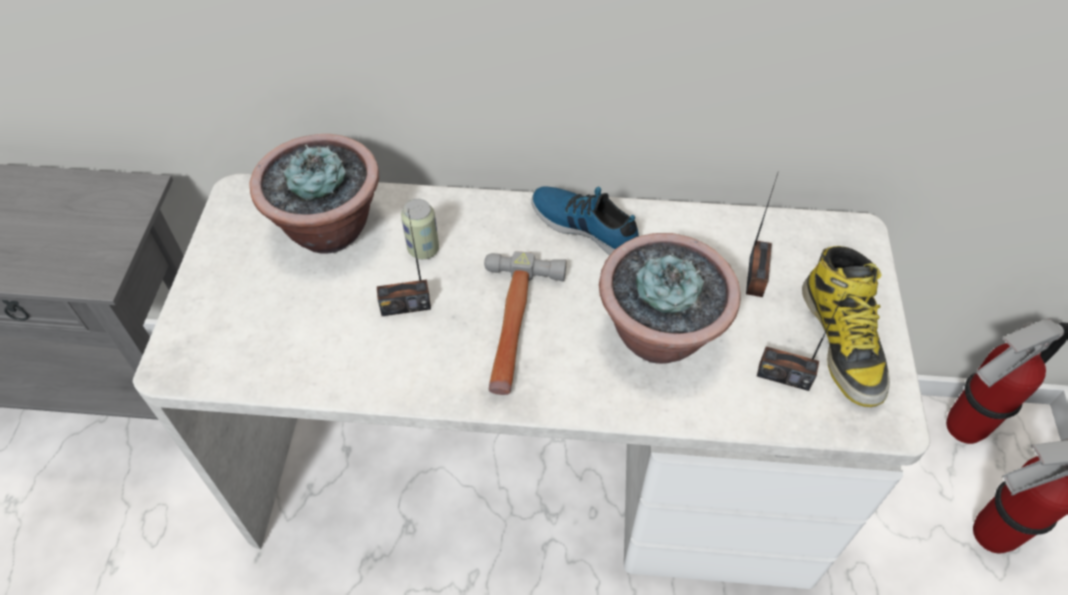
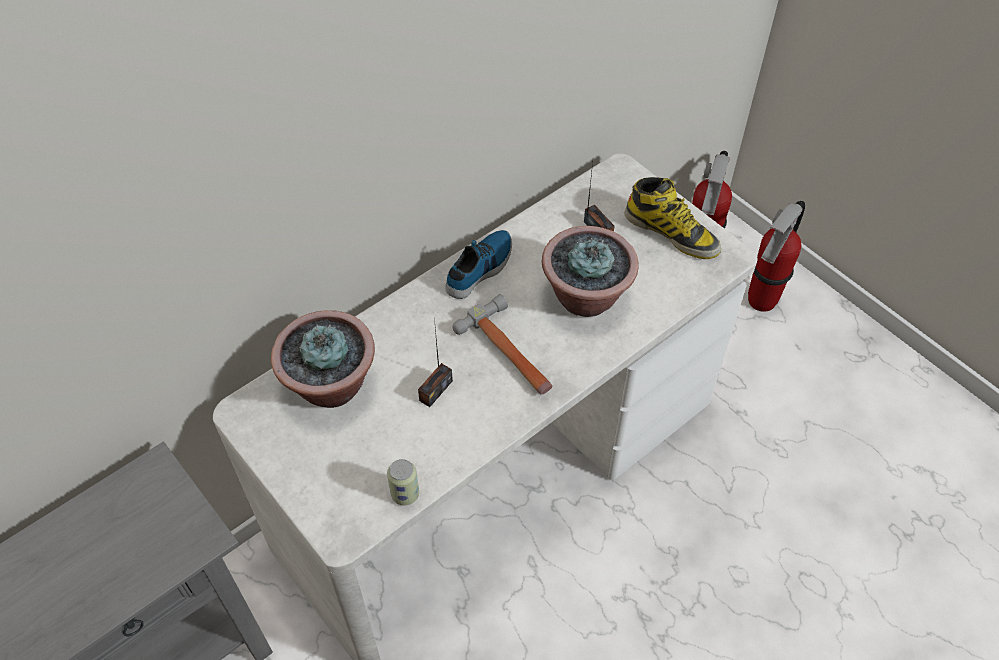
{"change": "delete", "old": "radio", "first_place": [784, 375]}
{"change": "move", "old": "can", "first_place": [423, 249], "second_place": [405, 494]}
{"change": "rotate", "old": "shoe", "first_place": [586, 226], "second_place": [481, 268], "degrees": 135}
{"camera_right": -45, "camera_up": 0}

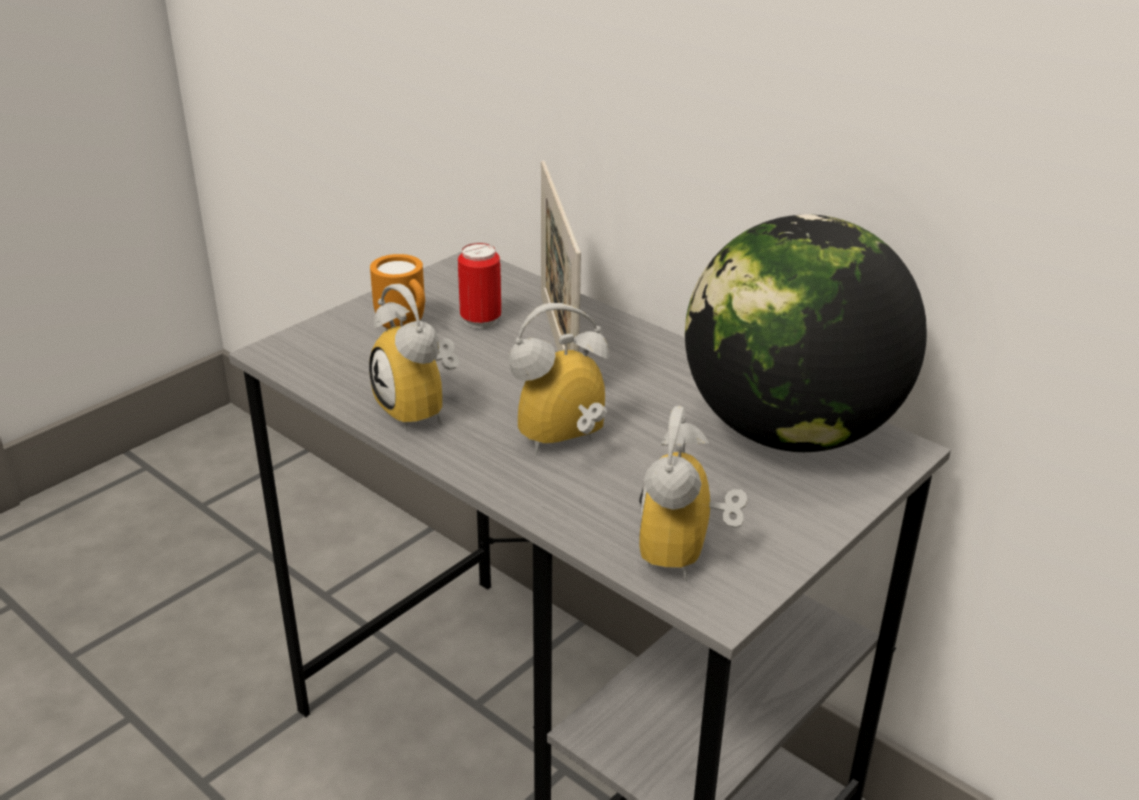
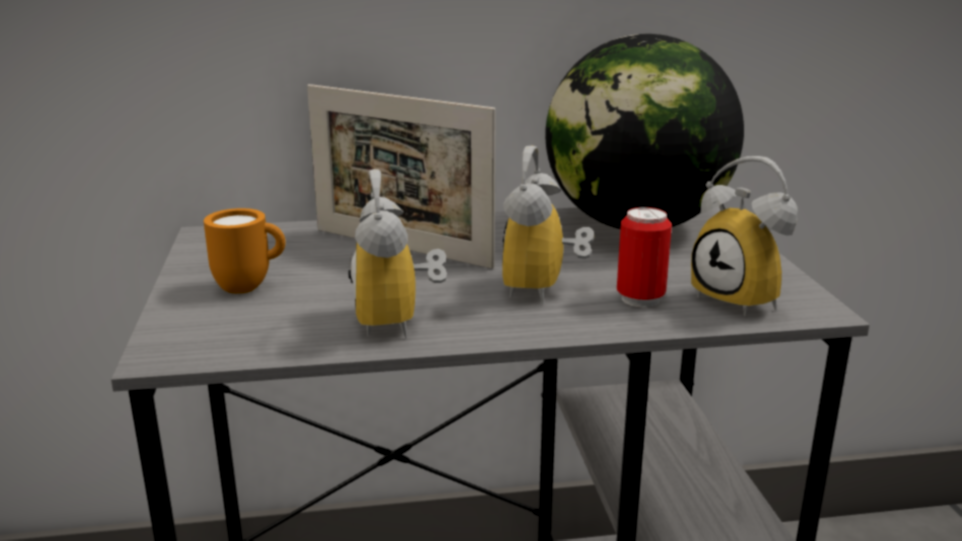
{"change": "move", "old": "can", "first_place": [481, 320], "second_place": [640, 299]}
{"change": "rotate", "old": "alarm clock", "first_place": [423, 410], "second_place": [400, 322], "degrees": 75}
{"camera_right": -50, "camera_up": -10}

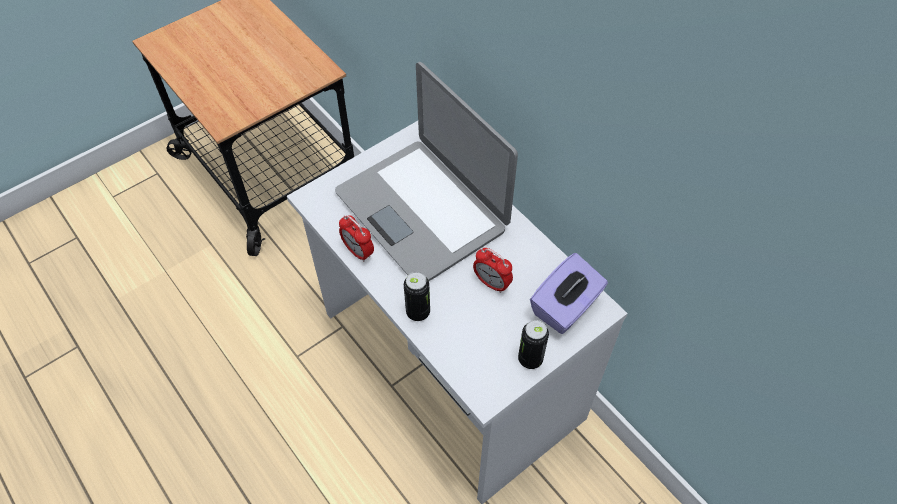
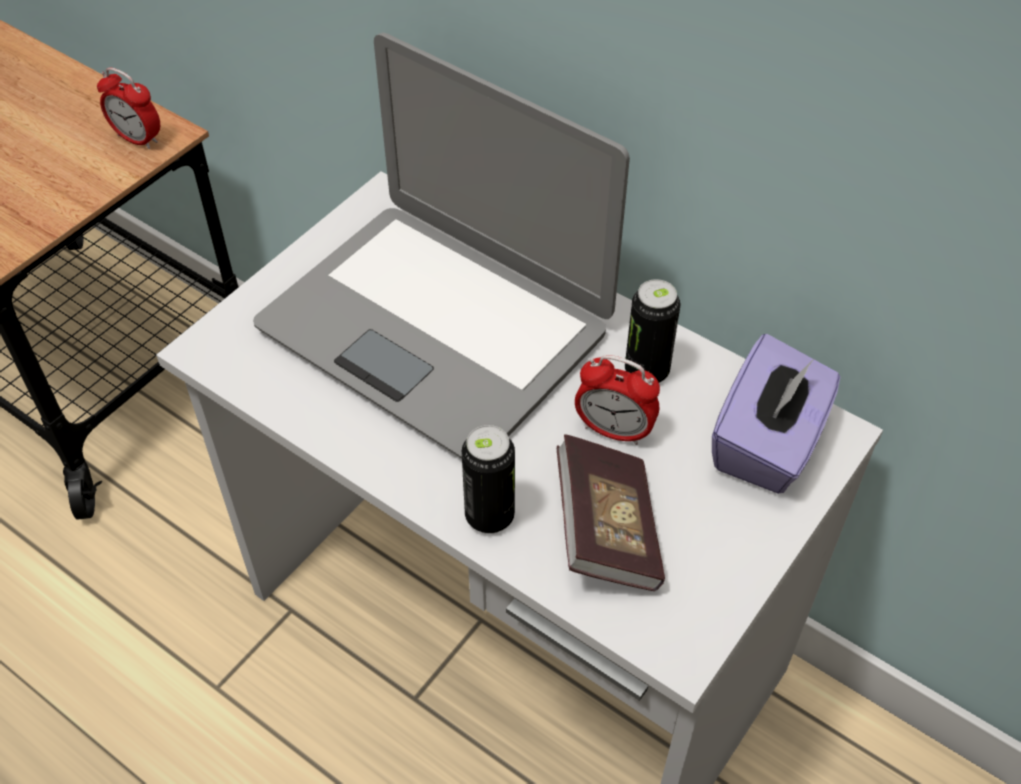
{"change": "insert", "new": "book", "second_place": [606, 531]}
{"change": "move", "old": "alarm clock", "first_place": [358, 252], "second_place": [138, 139]}
{"change": "move", "old": "can", "first_place": [530, 359], "second_place": [646, 371]}
{"camera_right": -15, "camera_up": -5}

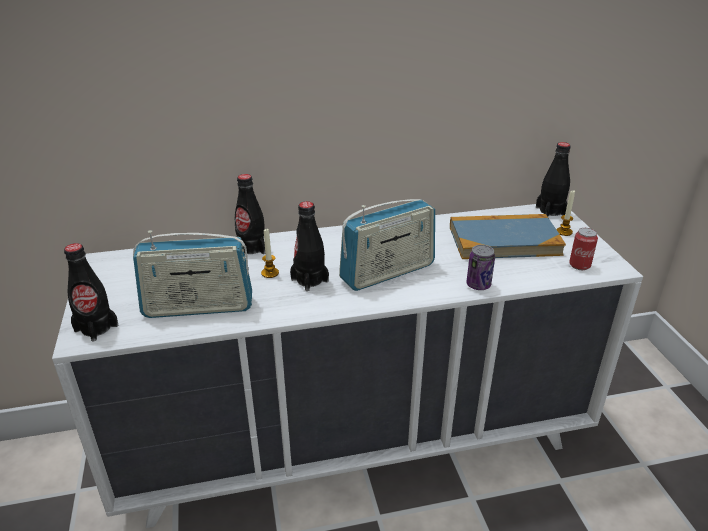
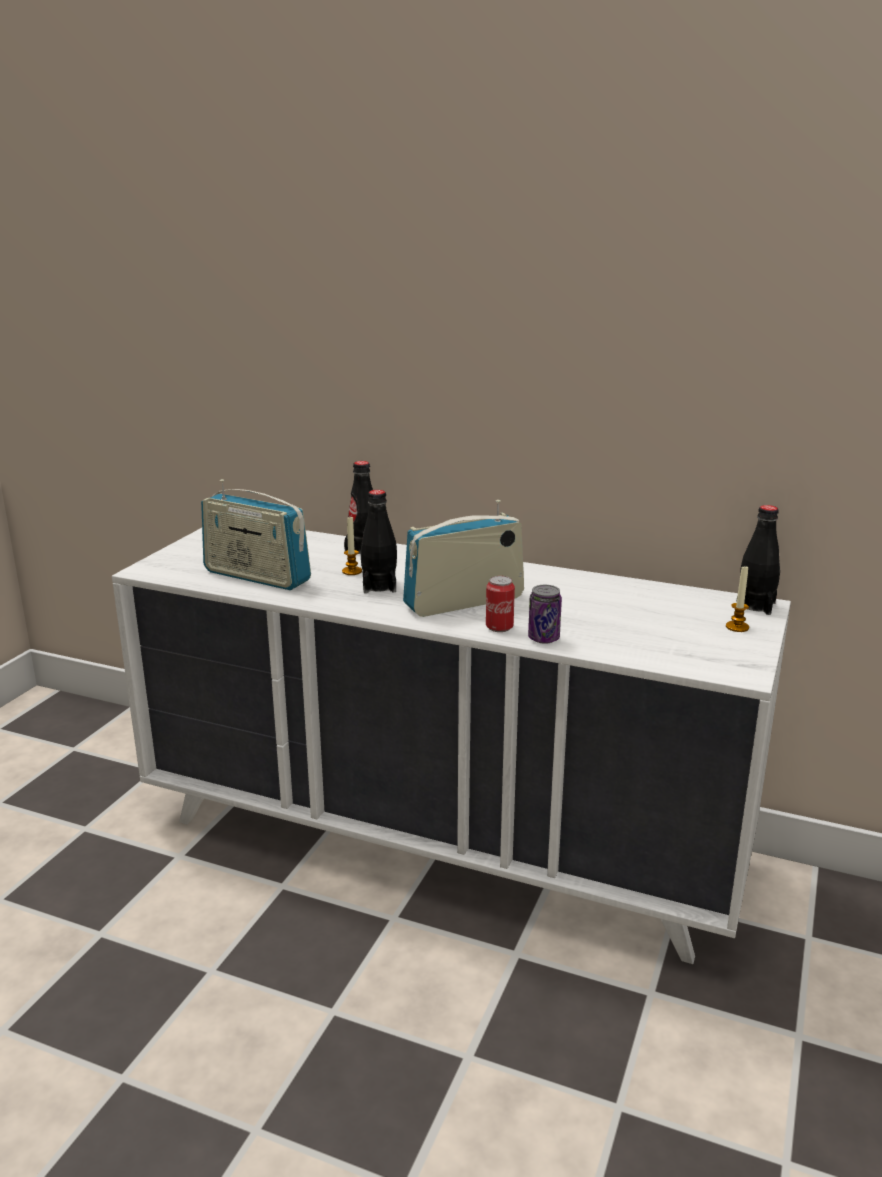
{"change": "delete", "old": "black bottle", "first_place": [96, 328]}
{"change": "delete", "old": "book", "first_place": [504, 241]}
{"change": "move", "old": "can", "first_place": [579, 265], "second_place": [499, 627]}
{"change": "rotate", "old": "radio", "first_place": [388, 272], "second_place": [464, 602], "degrees": 150}
{"camera_right": 35, "camera_up": -10}

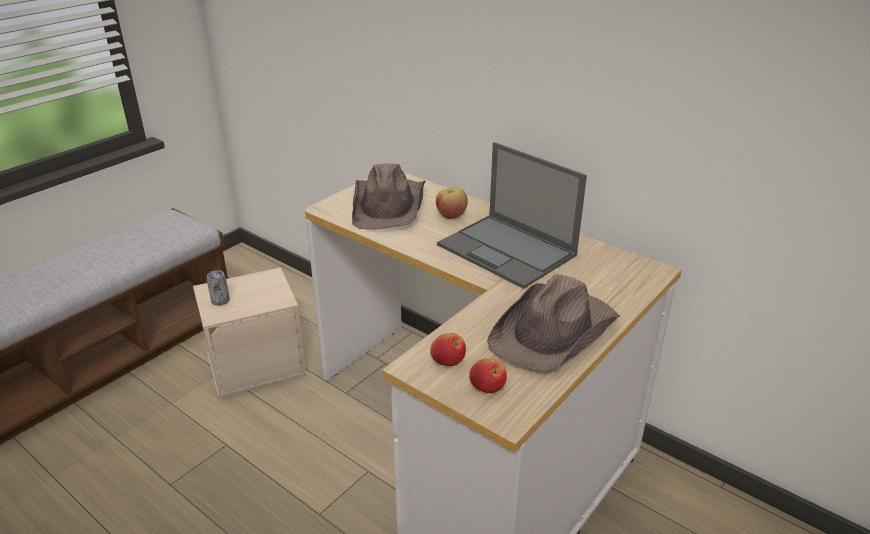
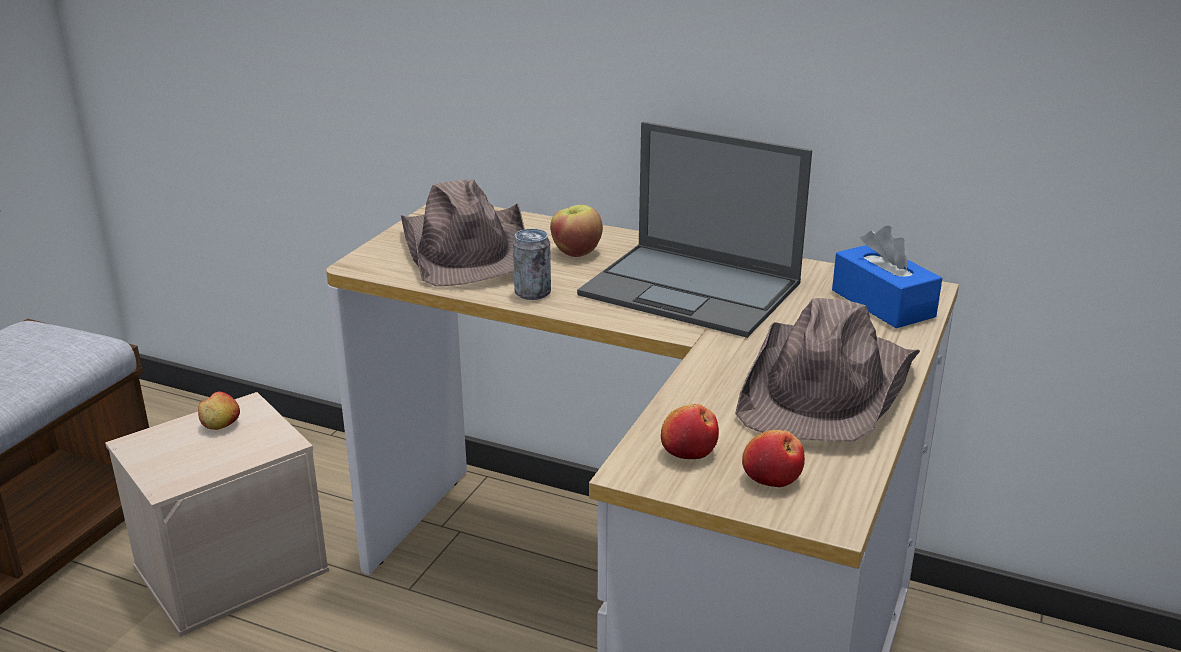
{"change": "insert", "new": "apple", "second_place": [221, 425]}
{"change": "insert", "new": "blue tissue box", "second_place": [882, 303]}
{"change": "move", "old": "can", "first_place": [220, 301], "second_place": [532, 293]}
{"camera_right": -15, "camera_up": -5}

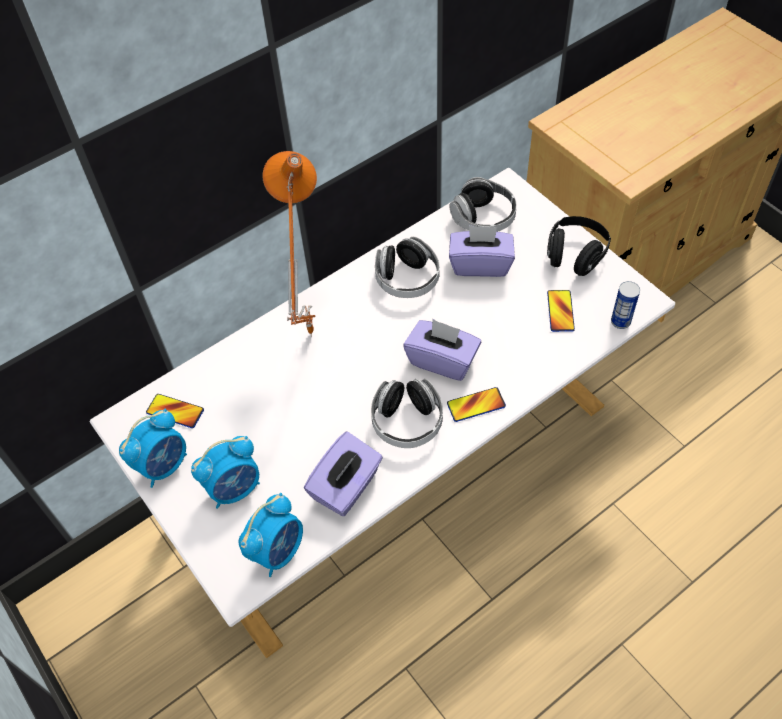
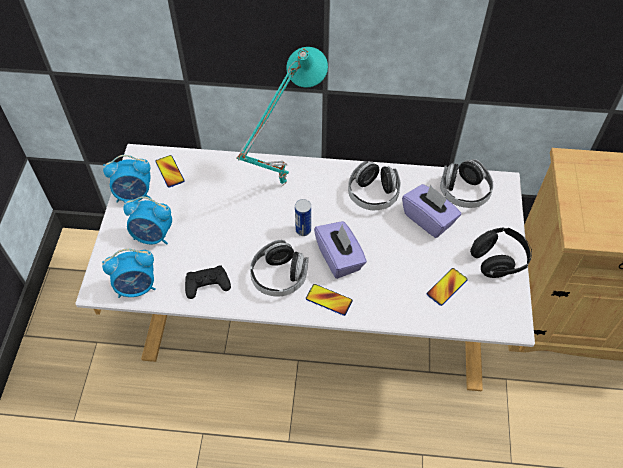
{"change": "move", "old": "can", "first_place": [620, 321], "second_place": [303, 230]}
{"change": "replace", "old": "purple tissue box", "new": "black game controller", "first_place": [346, 487], "second_place": [207, 284]}
{"change": "recolor", "old": "orange table lamp", "new": "turquoise table lamp", "first_place": [307, 333], "second_place": [282, 182]}
{"camera_right": 40, "camera_up": 0}

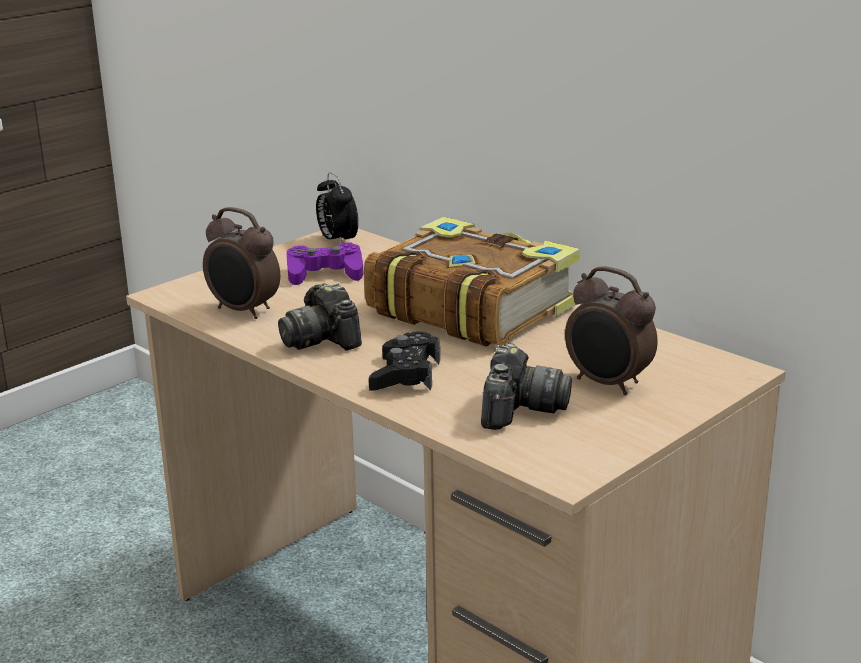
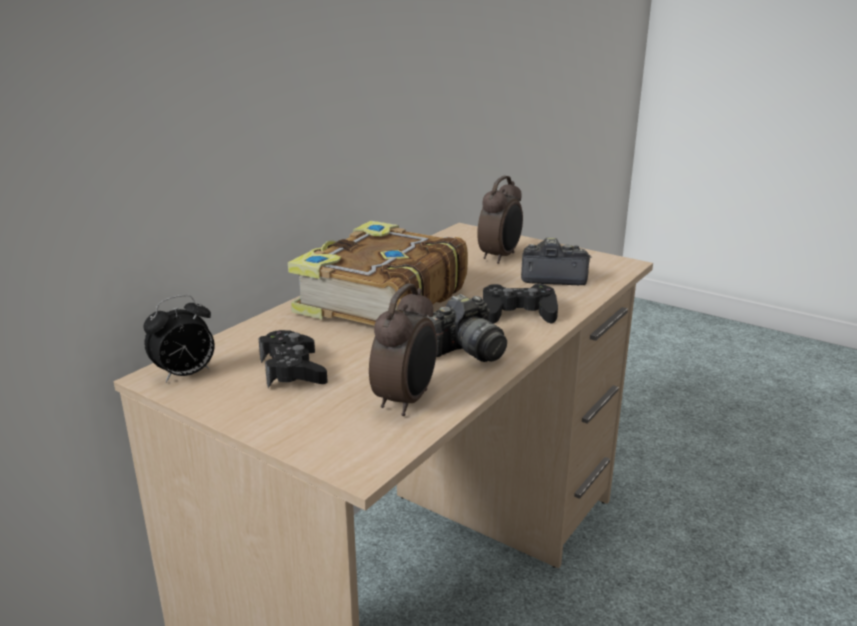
{"change": "recolor", "old": "purple game controller", "new": "black game controller", "first_place": [325, 273], "second_place": [292, 370]}
{"camera_right": -100, "camera_up": 0}

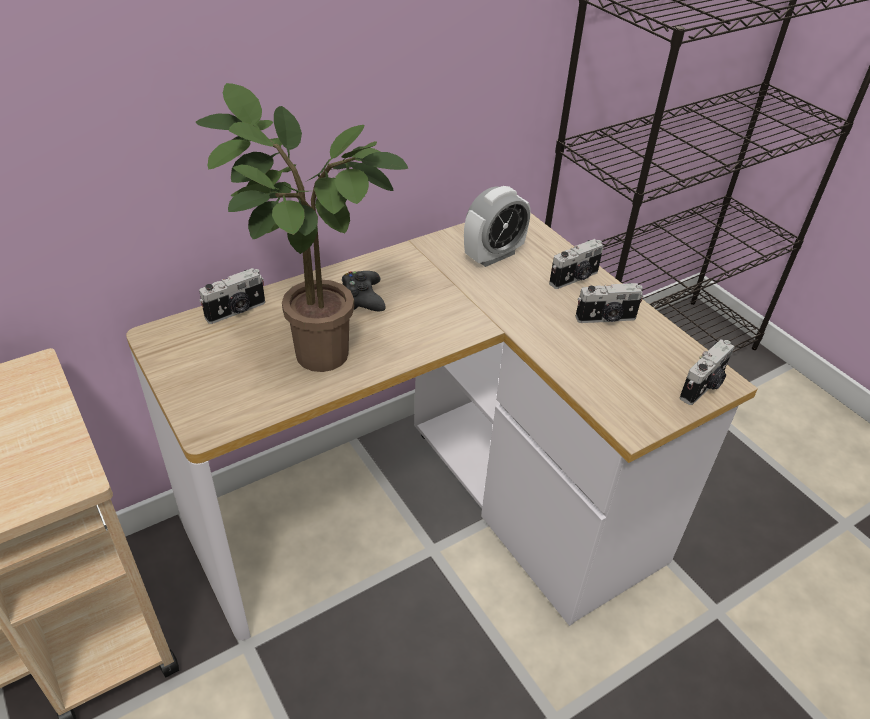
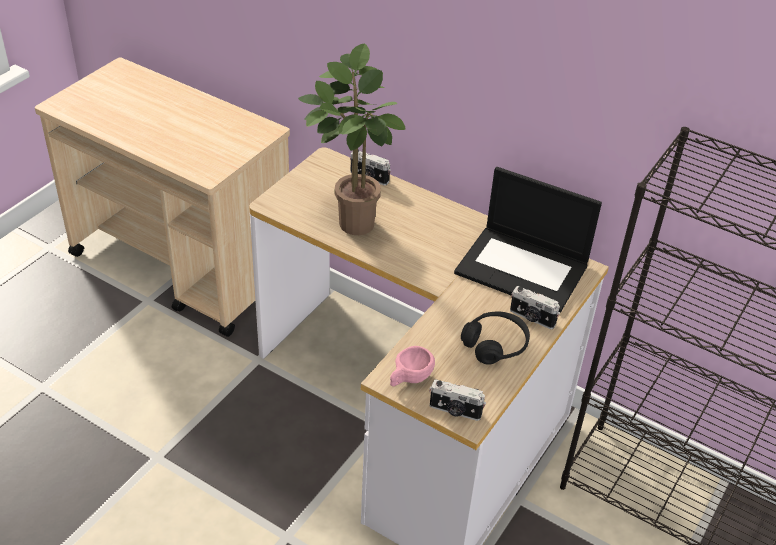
{"change": "delete", "old": "black game controller", "first_place": [362, 298]}
{"change": "insert", "new": "pink cup", "second_place": [409, 379]}
{"change": "replace", "old": "alarm clock", "new": "laptop", "first_place": [493, 255], "second_place": [523, 269]}
{"change": "replace", "old": "photo camera", "new": "black headphones", "first_place": [606, 319], "second_place": [495, 345]}
{"camera_right": 65, "camera_up": 0}

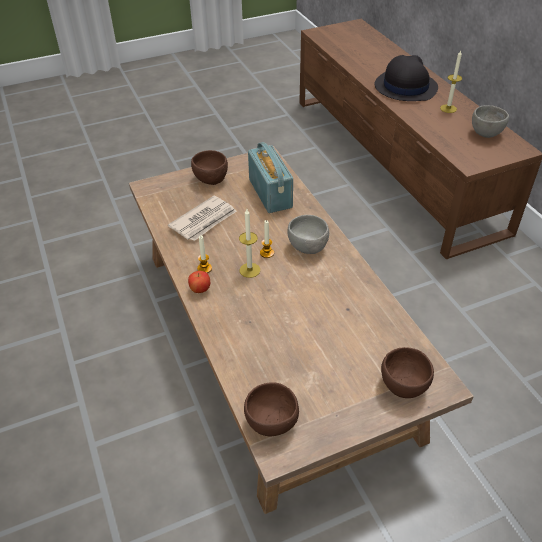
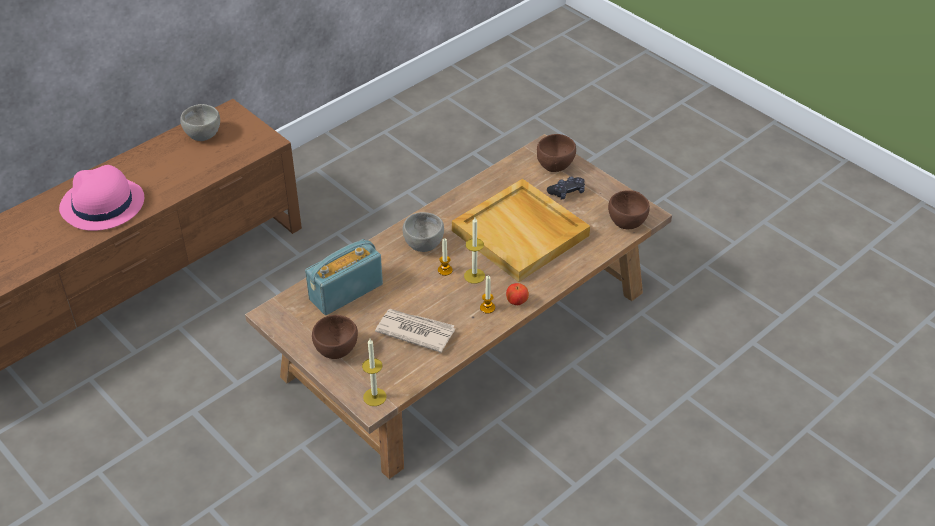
{"change": "insert", "new": "beige tray", "second_place": [521, 233]}
{"change": "insert", "new": "black game controller", "second_place": [567, 192]}
{"change": "move", "old": "candle", "first_place": [448, 108], "second_place": [374, 397]}
{"change": "recolor", "old": "black hat", "new": "pink hat", "first_place": [405, 87], "second_place": [102, 205]}
{"camera_right": -110, "camera_up": 0}

